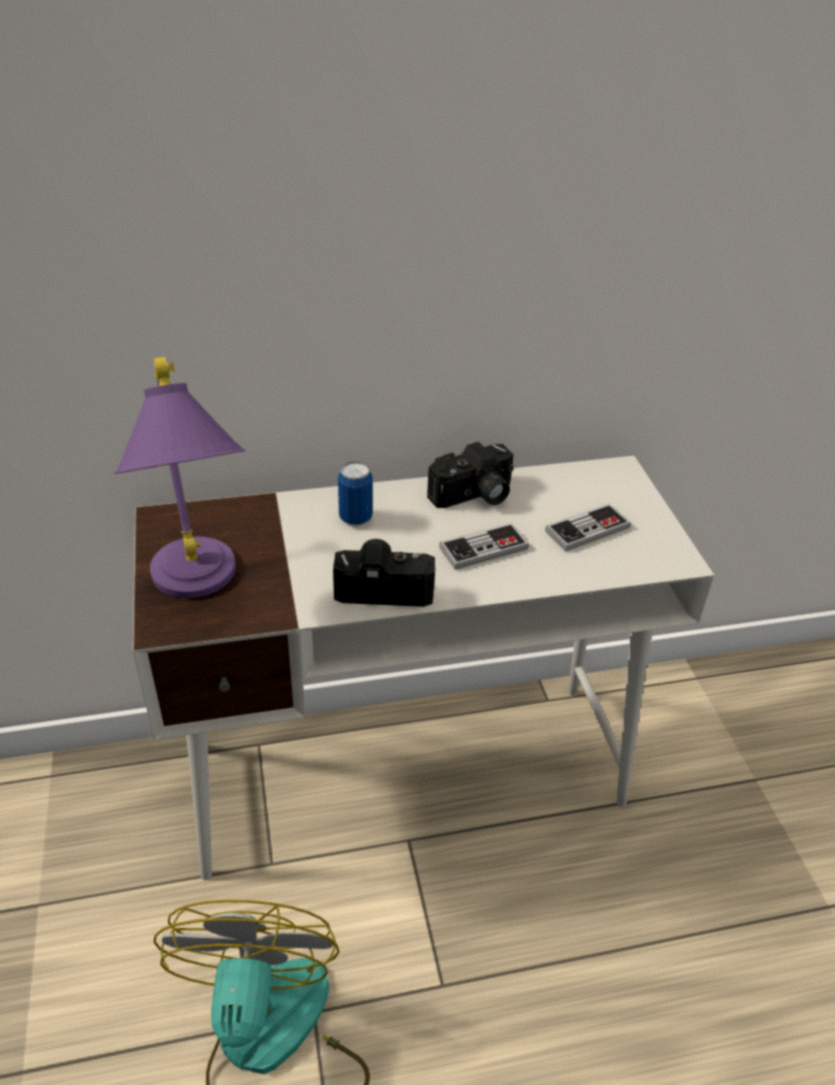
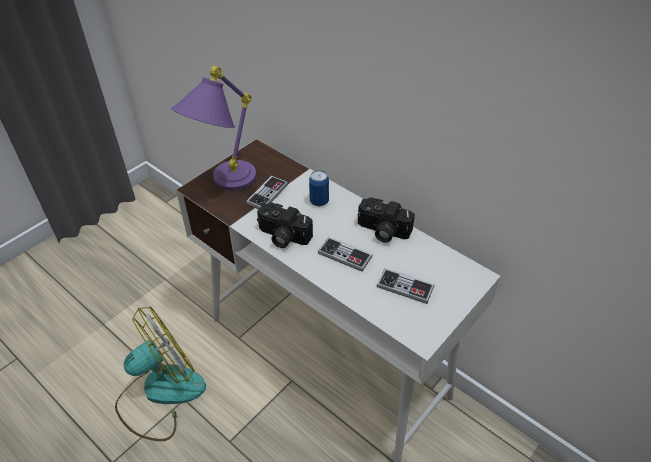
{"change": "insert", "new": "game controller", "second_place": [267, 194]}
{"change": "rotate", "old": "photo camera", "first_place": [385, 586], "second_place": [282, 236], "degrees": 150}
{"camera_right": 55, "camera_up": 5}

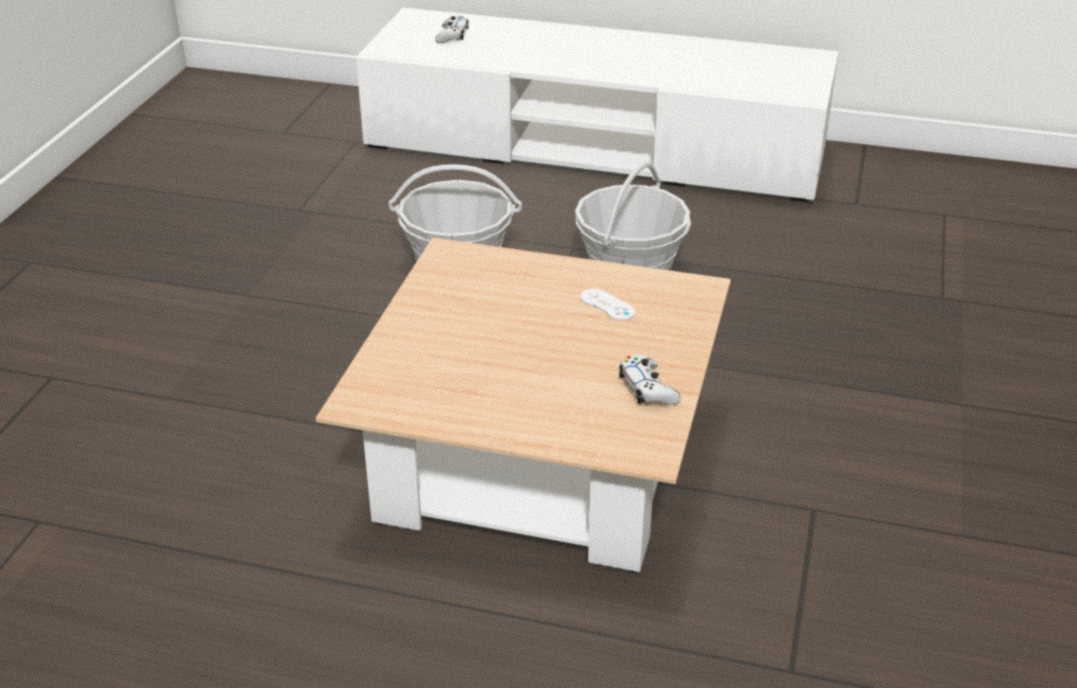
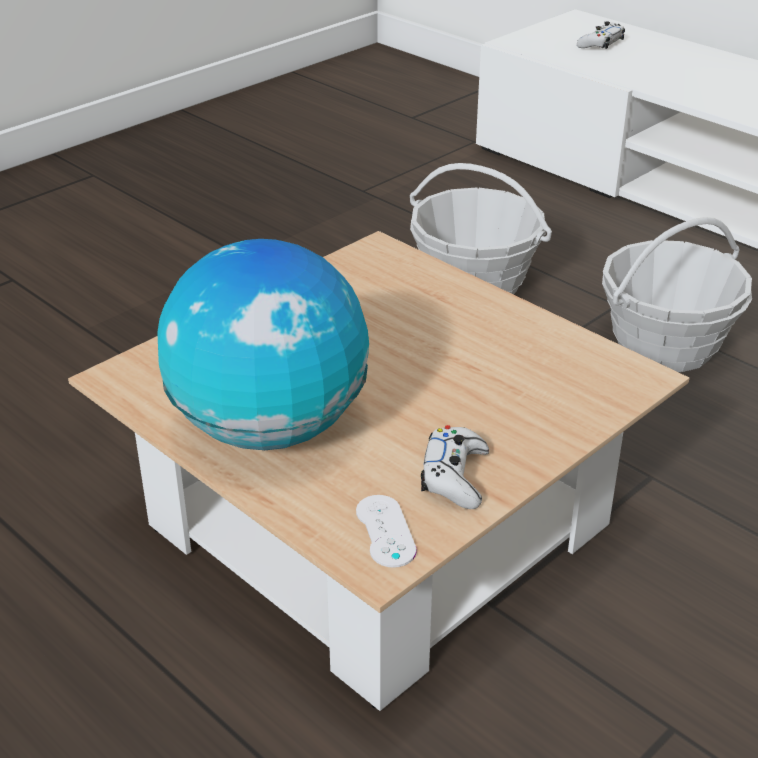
{"change": "insert", "new": "globe", "second_place": [269, 428]}
{"change": "move", "old": "white game controller", "first_place": [607, 305], "second_place": [385, 531]}
{"camera_right": 30, "camera_up": 0}

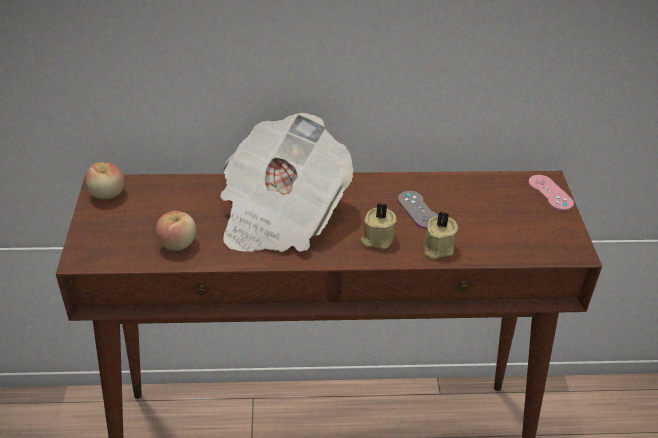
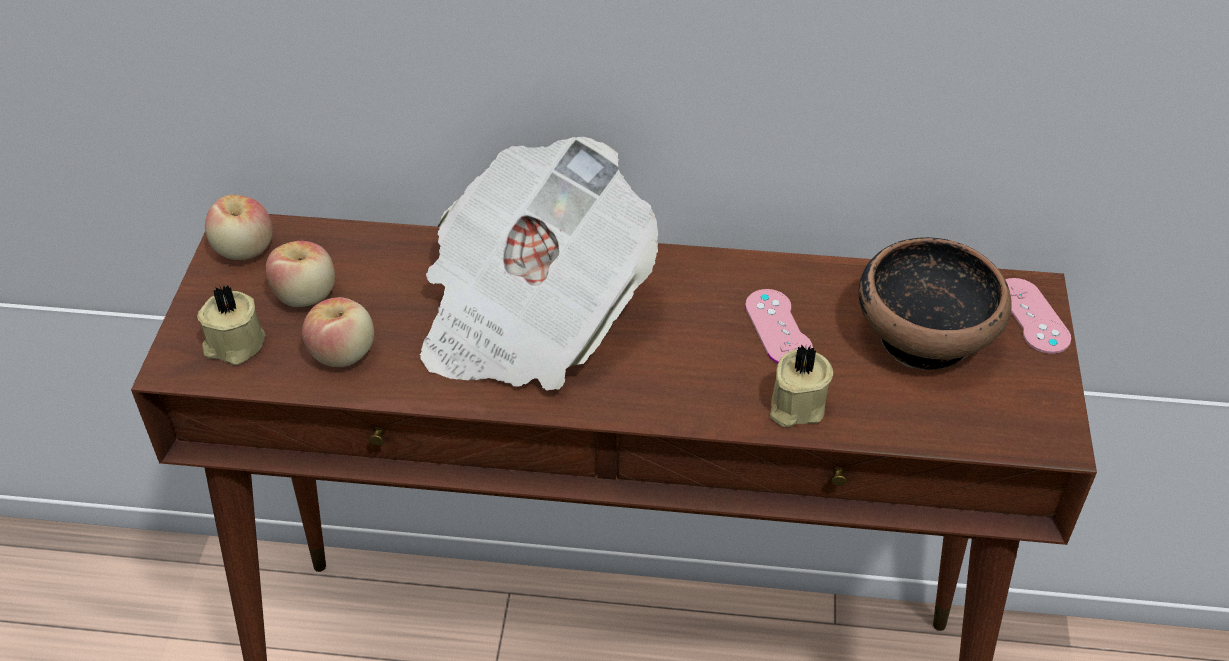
{"change": "insert", "new": "apple", "second_place": [306, 295]}
{"change": "insert", "new": "bowl", "second_place": [925, 336]}
{"change": "move", "old": "beige candle", "first_place": [376, 238], "second_place": [234, 344]}
{"change": "recolor", "old": "grey game controller", "new": "pink game controller", "first_place": [418, 209], "second_place": [778, 328]}
{"camera_right": 10, "camera_up": 5}

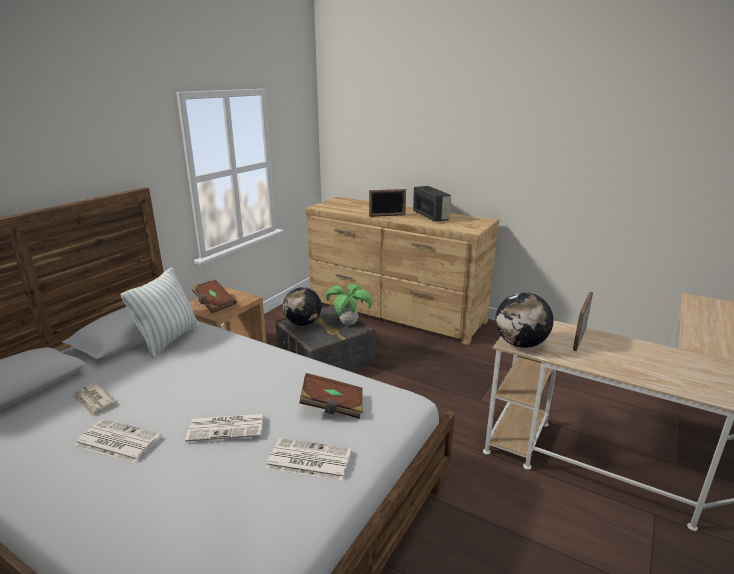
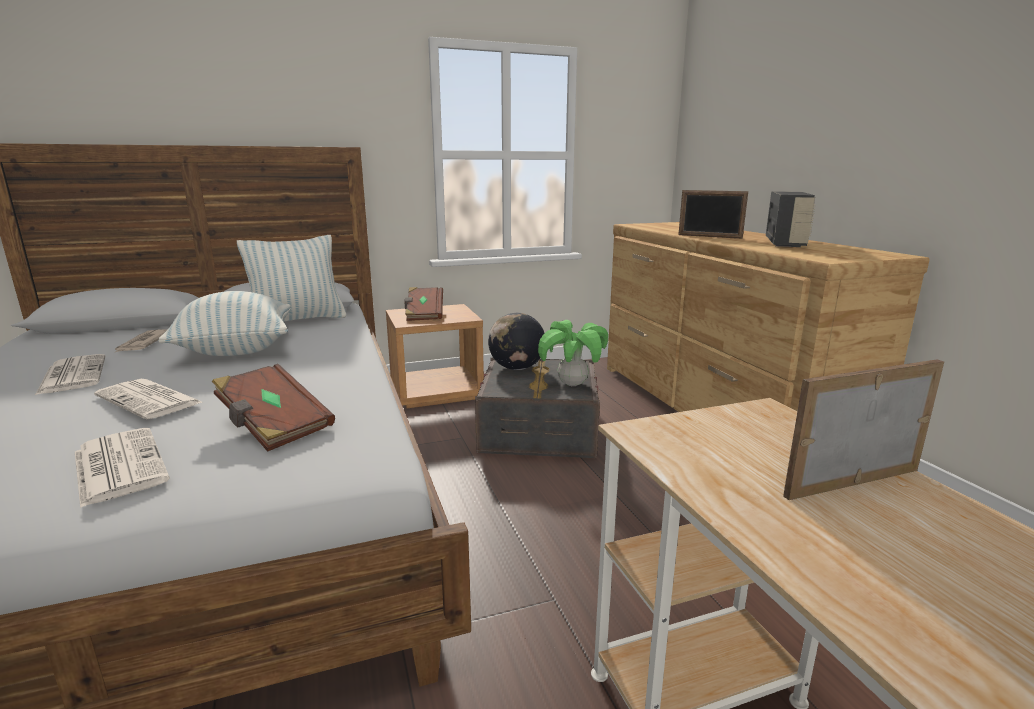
{"change": "delete", "old": "globe", "first_place": [520, 344]}
{"change": "insert", "new": "pillow", "second_place": [236, 350]}
{"camera_right": 40, "camera_up": -5}

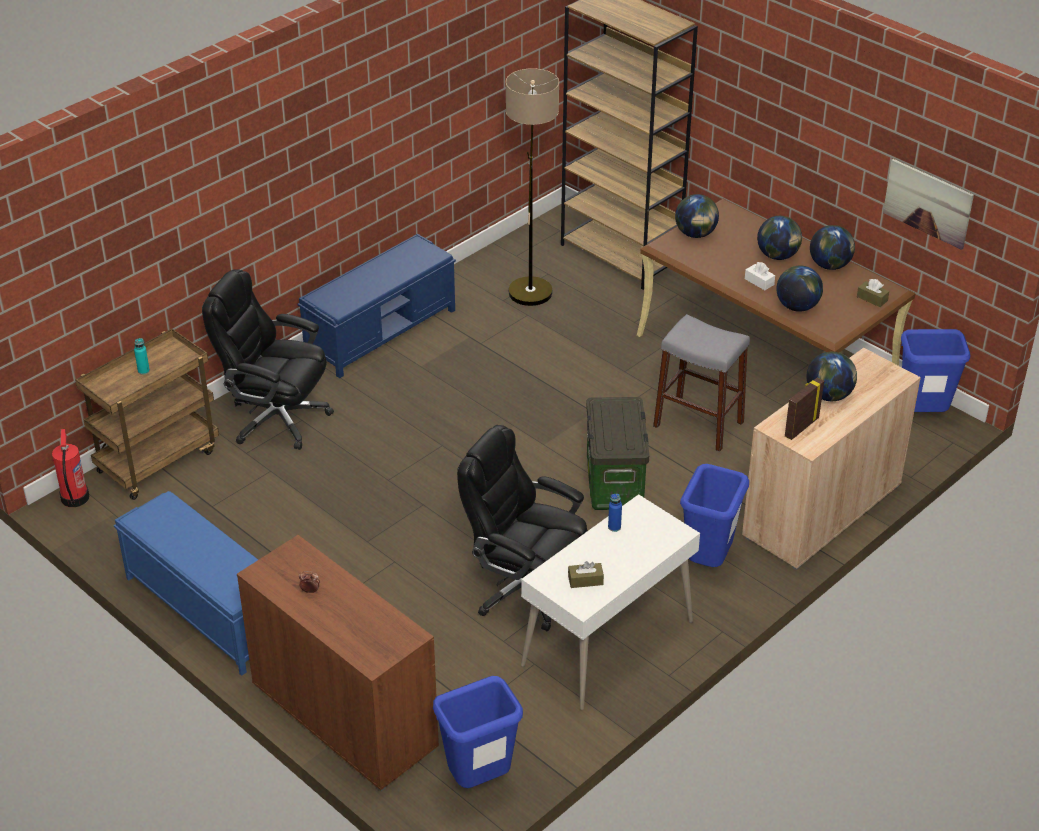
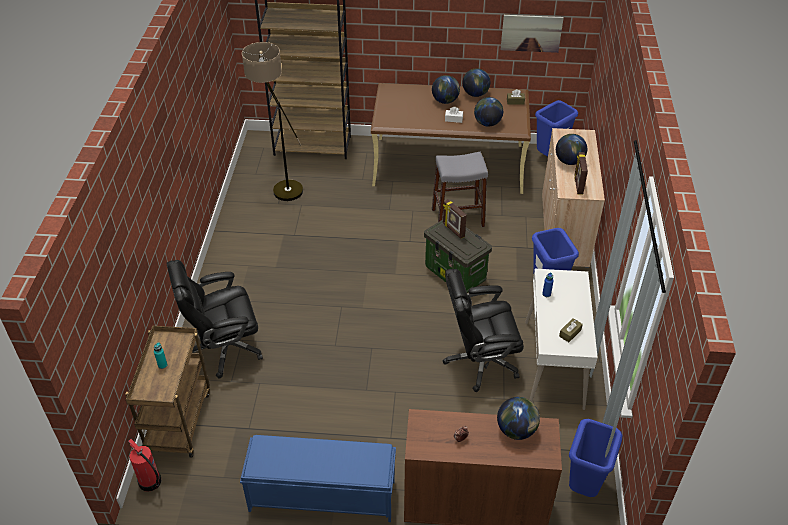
{"change": "delete", "old": "blue bench", "first_place": [382, 331]}
{"change": "insert", "new": "picture frame", "second_place": [453, 230]}
{"change": "move", "old": "globe", "first_place": [695, 234], "second_place": [516, 430]}
{"camera_right": -40, "camera_up": 5}

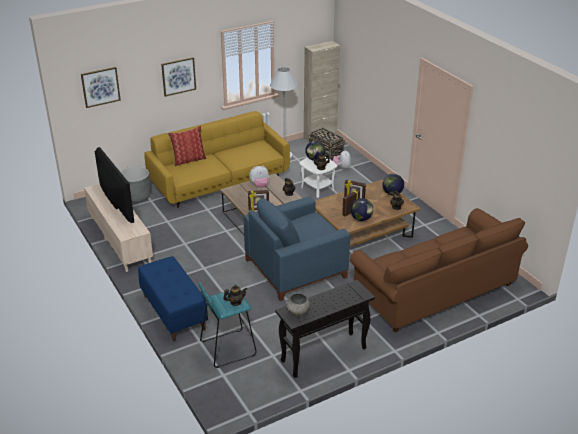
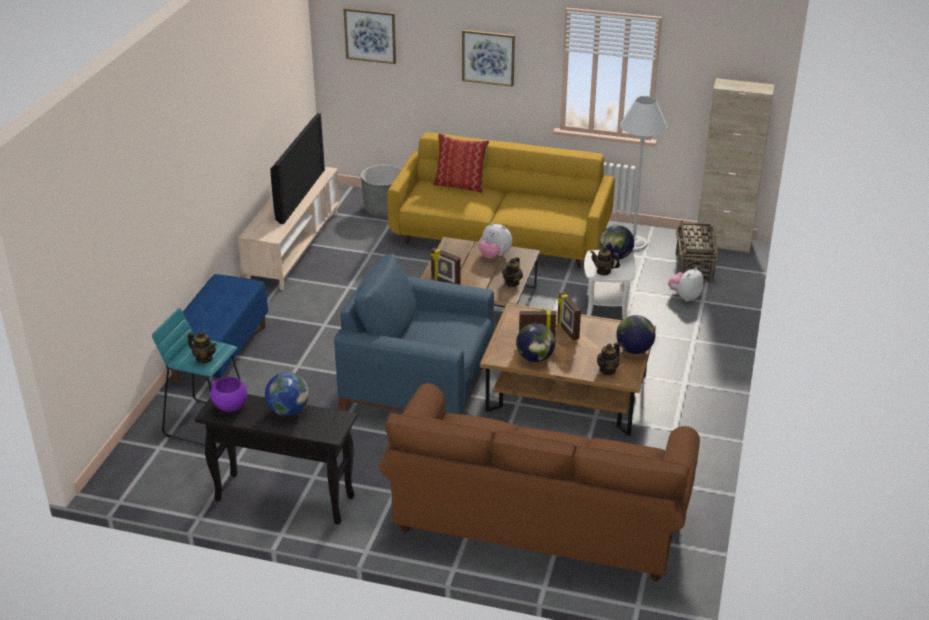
{"change": "insert", "new": "globe", "second_place": [288, 410]}
{"change": "recolor", "old": "grey bowl", "new": "purple bowl", "first_place": [297, 313], "second_place": [230, 406]}
{"camera_right": 45, "camera_up": 0}

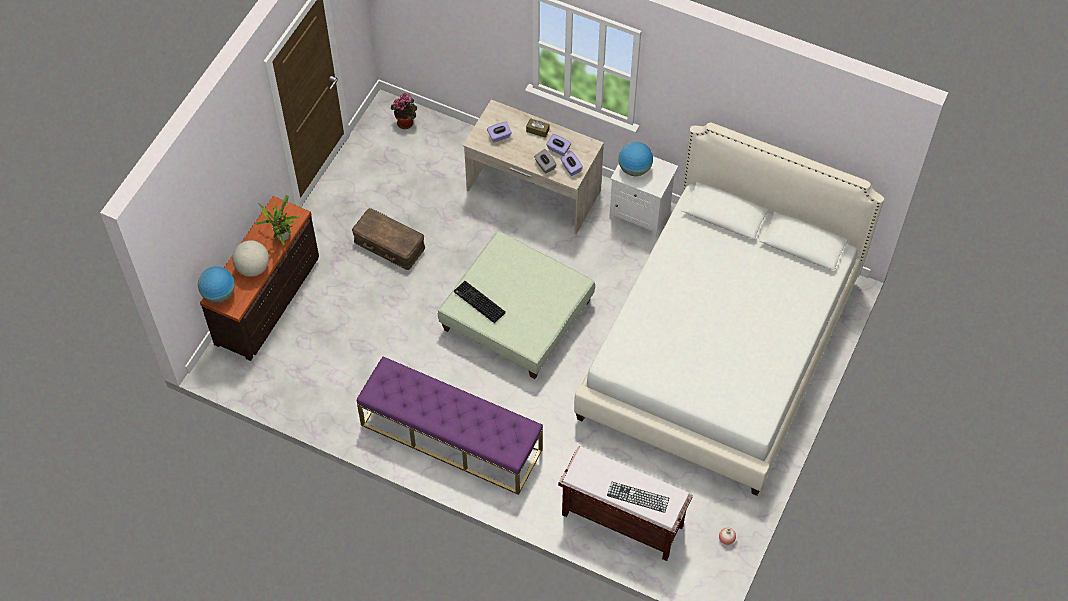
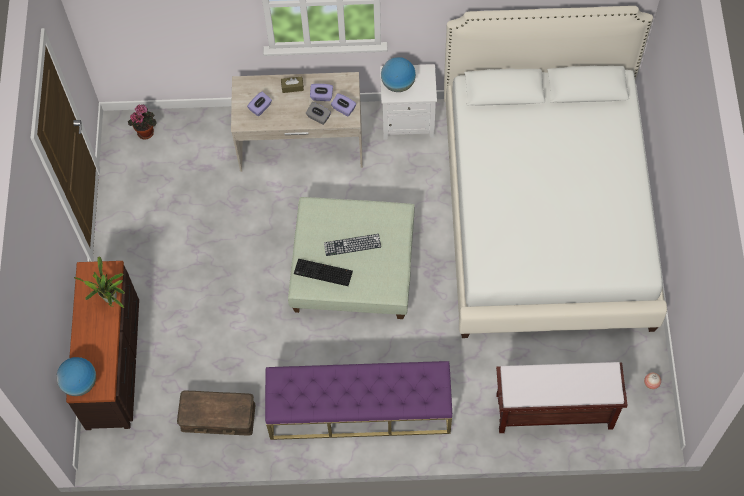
{"change": "delete", "old": "globe", "first_place": [253, 268]}
{"change": "move", "old": "brown storage box", "first_place": [390, 244], "second_place": [218, 416]}
{"change": "move", "old": "keyboard", "first_place": [638, 497], "second_place": [352, 245]}
{"camera_right": -25, "camera_up": 5}

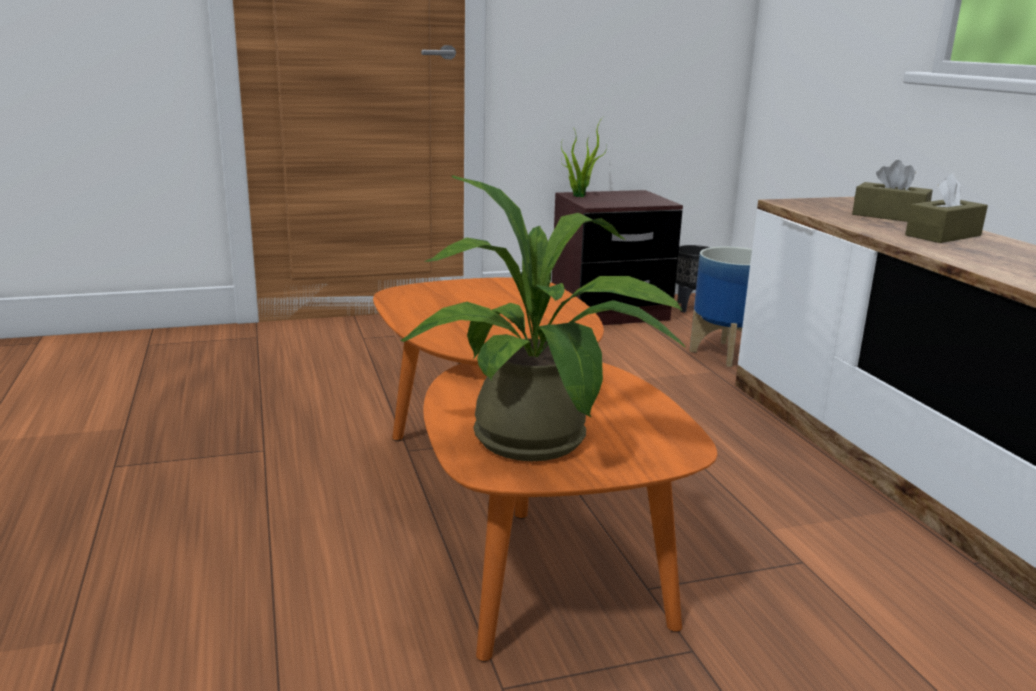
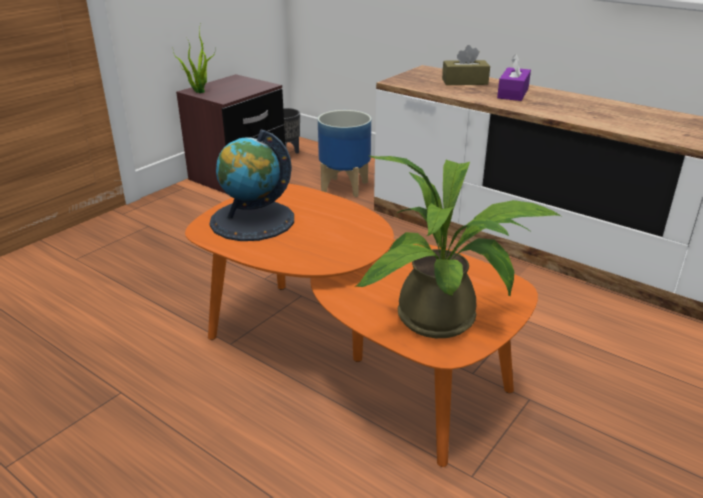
{"change": "insert", "new": "globe", "second_place": [252, 220]}
{"change": "recolor", "old": "brown tissue box", "new": "purple tissue box", "first_place": [943, 235], "second_place": [513, 93]}
{"camera_right": -35, "camera_up": 10}

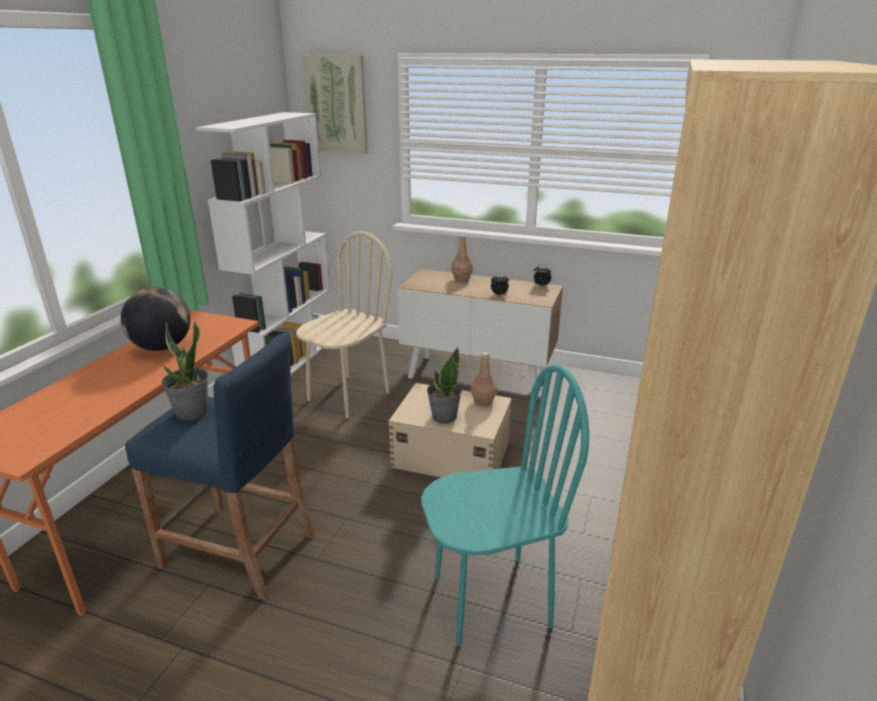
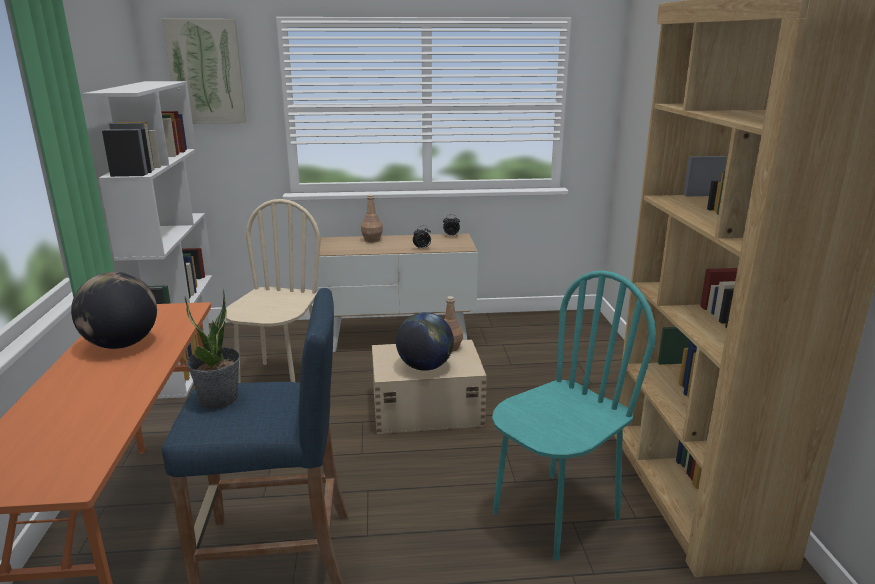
{"change": "replace", "old": "potted plant", "new": "globe", "first_place": [444, 416], "second_place": [425, 367]}
{"camera_right": -25, "camera_up": -5}

